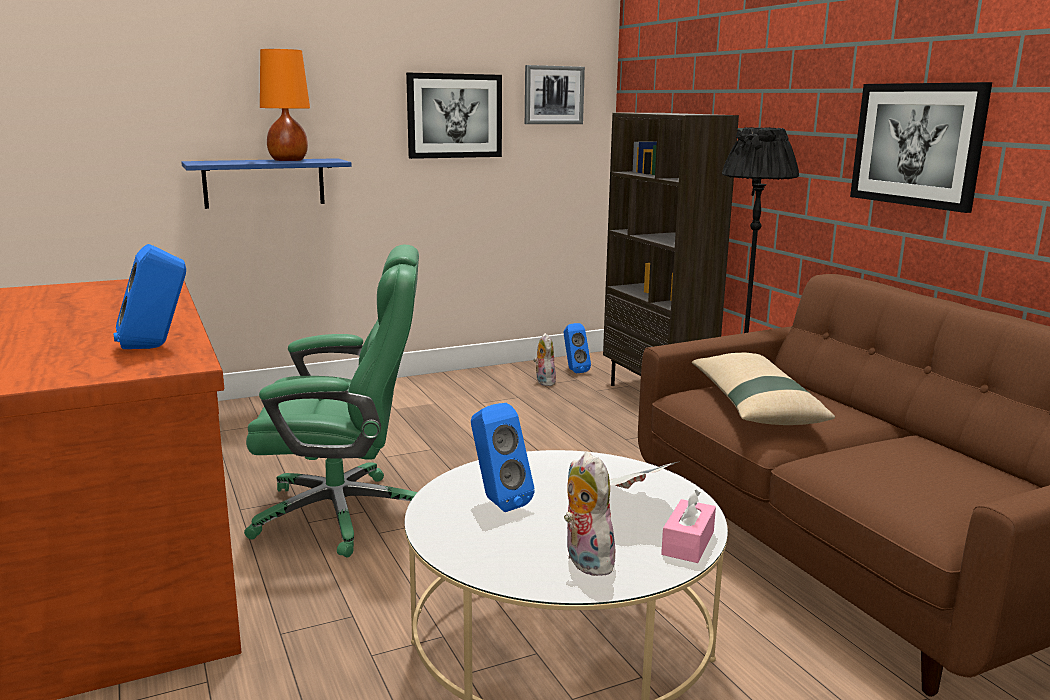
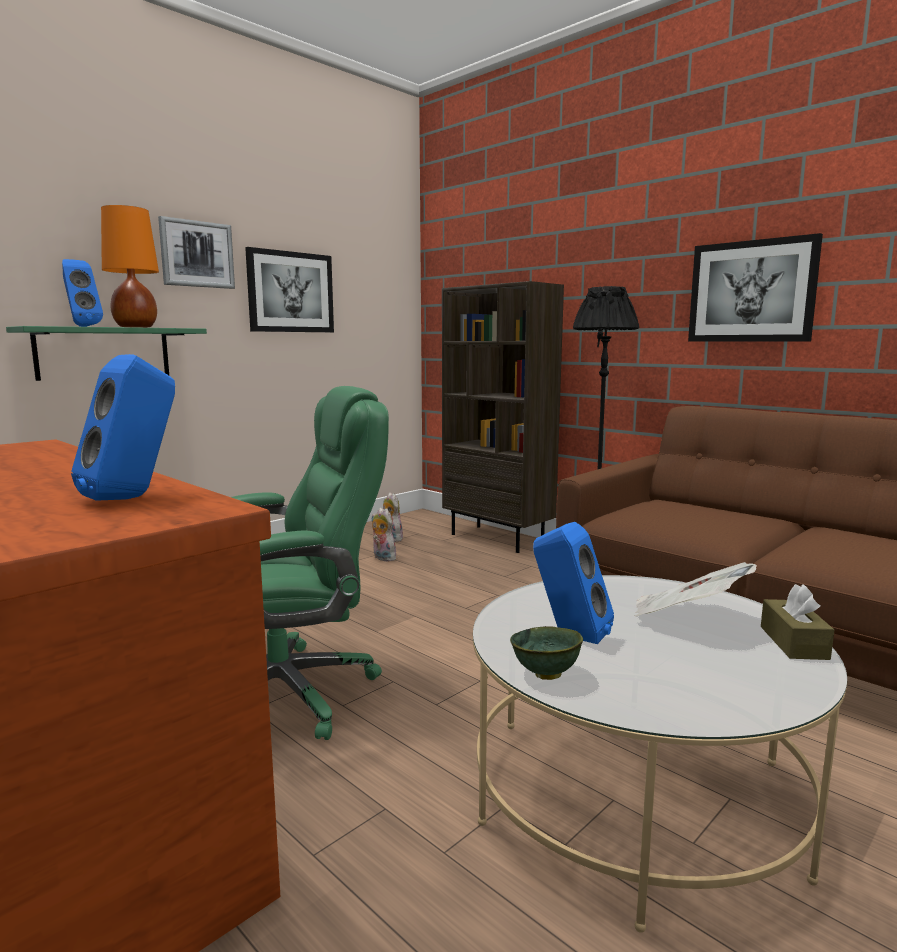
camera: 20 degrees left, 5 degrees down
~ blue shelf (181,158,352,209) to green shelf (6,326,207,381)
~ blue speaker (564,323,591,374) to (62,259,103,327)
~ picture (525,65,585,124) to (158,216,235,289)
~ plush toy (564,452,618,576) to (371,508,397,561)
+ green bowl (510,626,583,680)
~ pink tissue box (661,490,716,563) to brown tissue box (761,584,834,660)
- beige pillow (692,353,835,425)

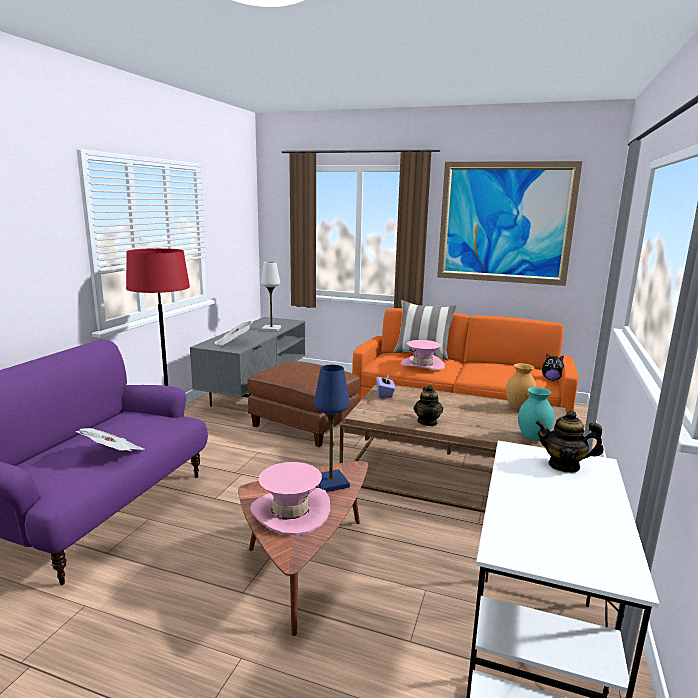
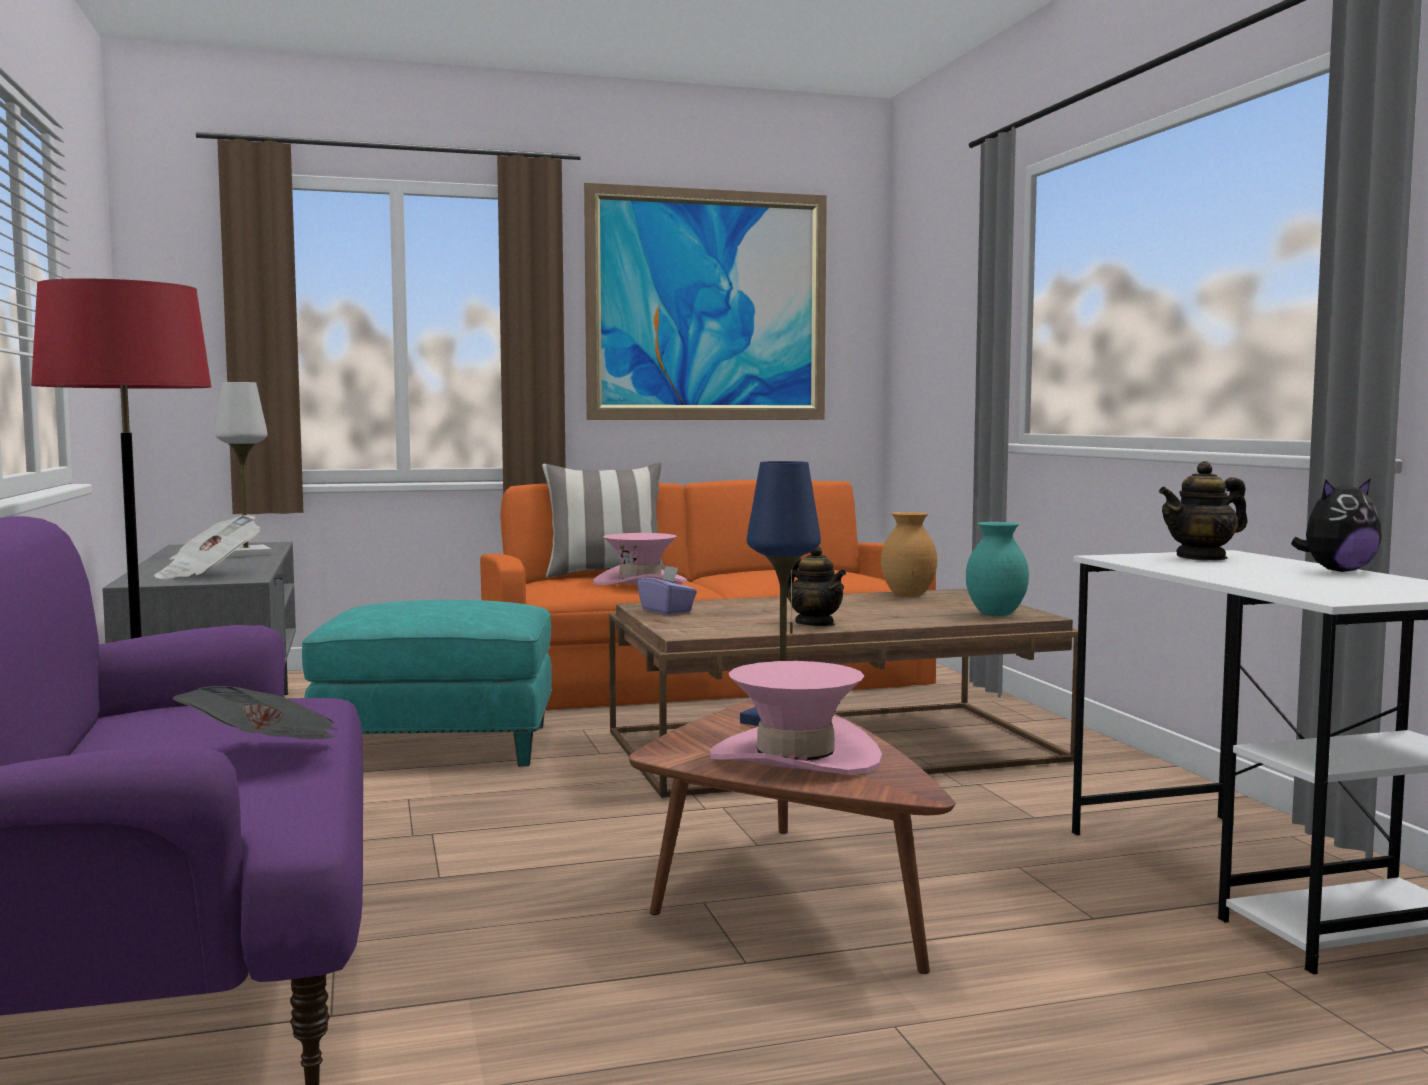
camera: 35 degrees left, 10 degrees down
~ brown ottoman (248,361,360,447) to turquoise ottoman (302,600,553,766)
~ plush toy (542,354,564,380) to (1291,478,1382,572)

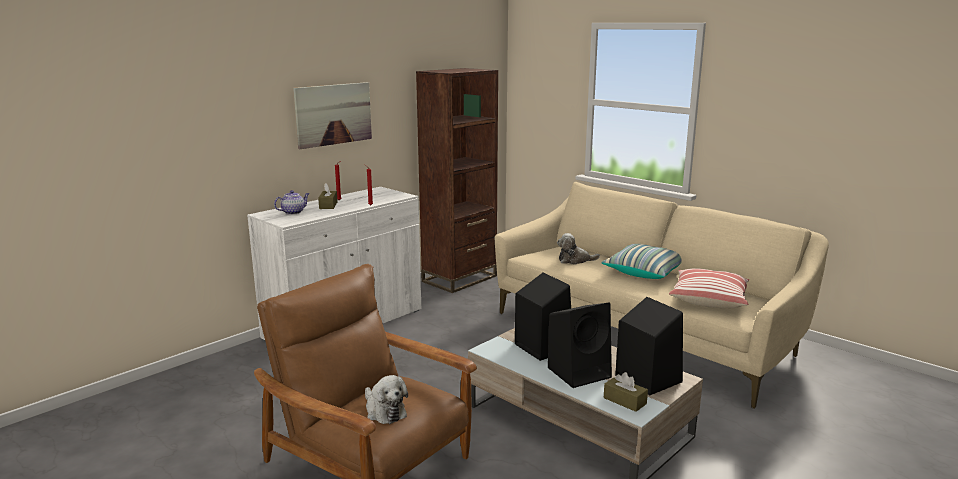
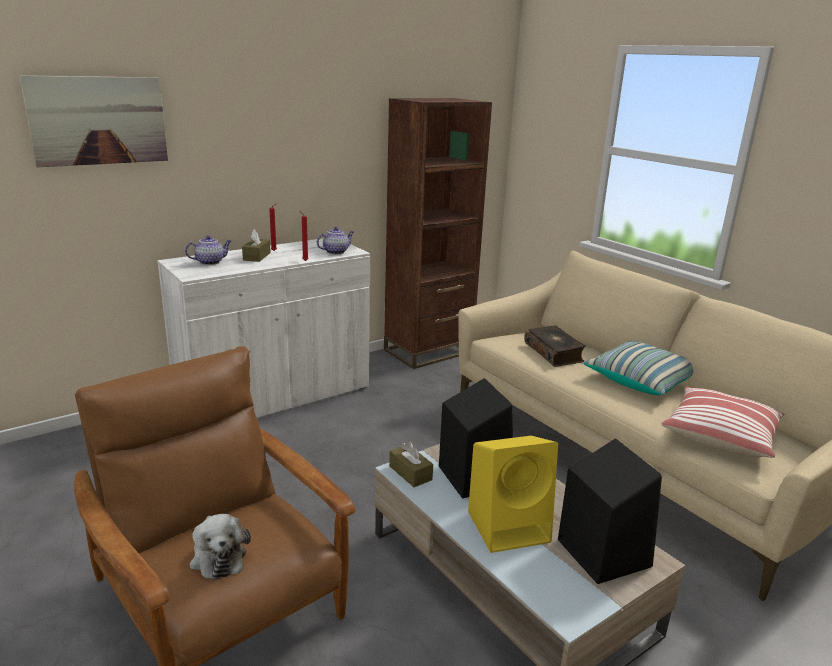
camera: 10 degrees right, 5 degrees up
~ picture (293,82,372,149) to (19,75,168,167)
+ teapot (317,227,354,254)
~ brown tissue box (604,372,648,412) to (389,441,433,487)
~ black speaker (548,303,612,388) to yellow speaker (468,436,558,553)
~ plush toy (557,233,600,265) to book (524,325,585,367)

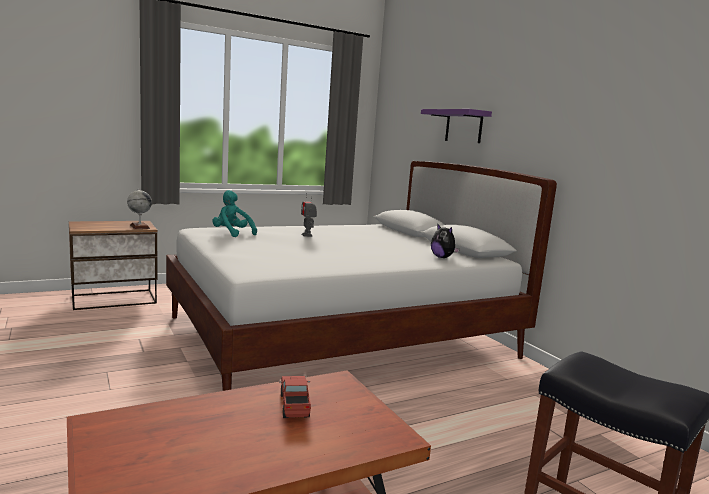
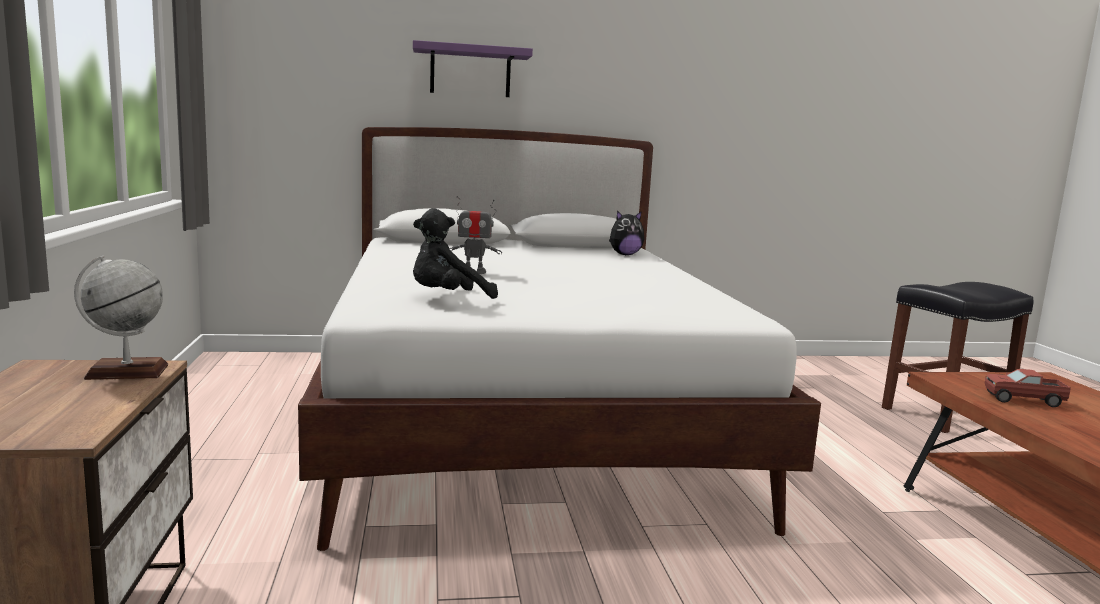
camera: 70 degrees left, 0 degrees up
~ turquoise plush toy (212,190,257,237) to black plush toy (413,208,498,299)

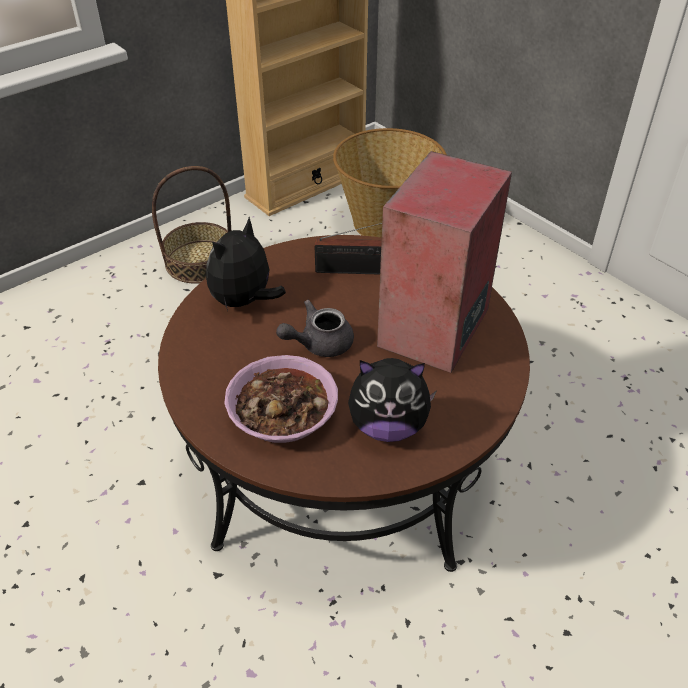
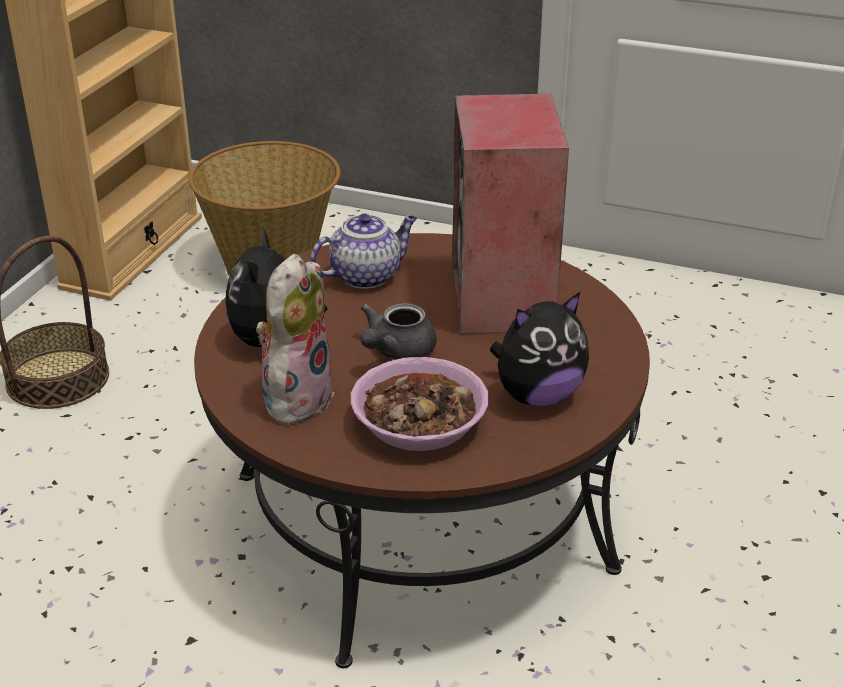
camera: 30 degrees left, 10 degrees down
+ plush toy (250,254,335,428)
~ radio (315,223,382,275) to teapot (310,214,417,289)

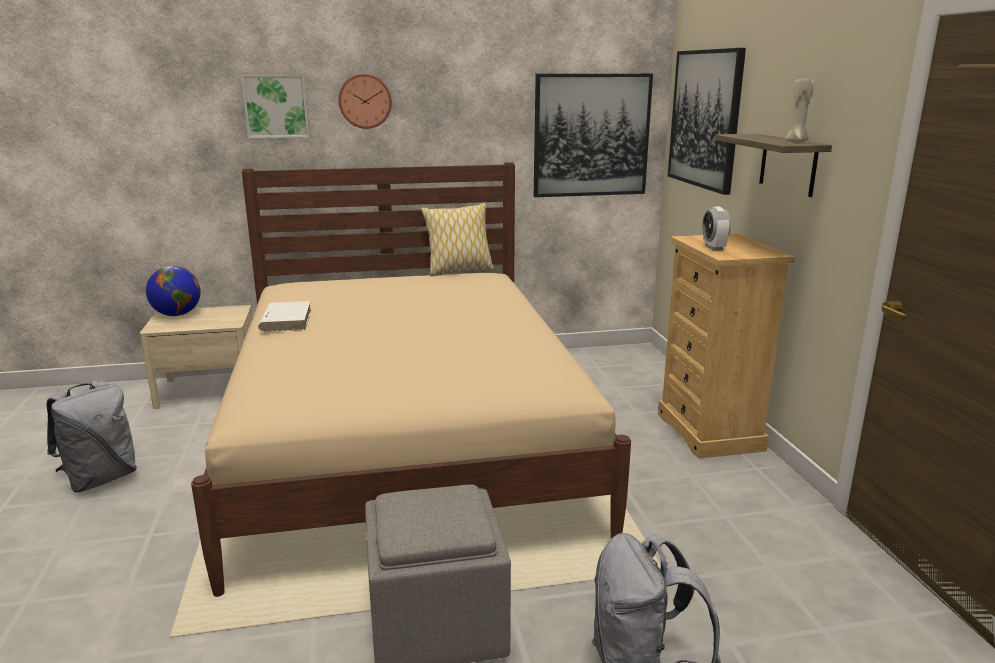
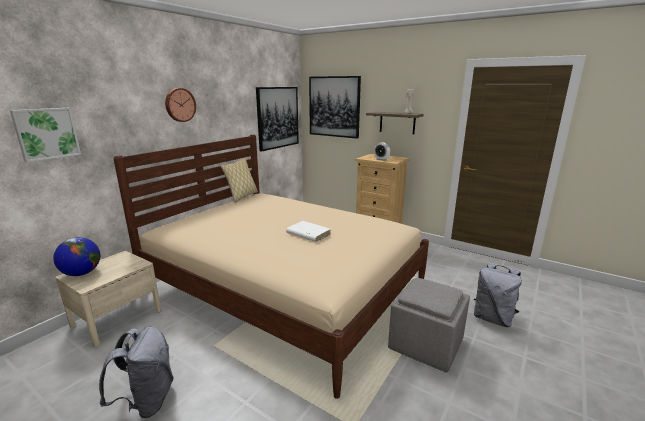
camera: 45 degrees left, 0 degrees up
~ picture (241,75,309,138) to (10,108,81,162)
~ white book (258,301,311,332) to (286,221,331,242)

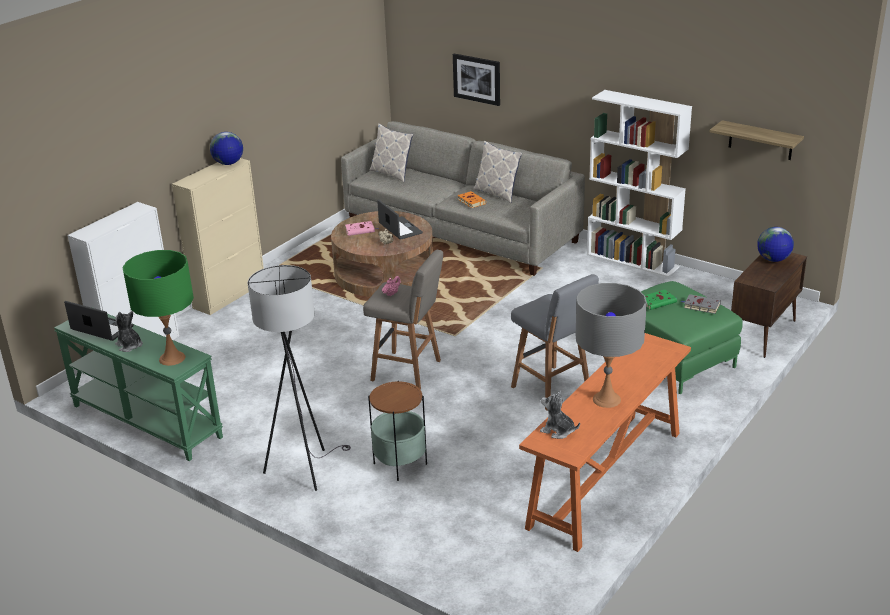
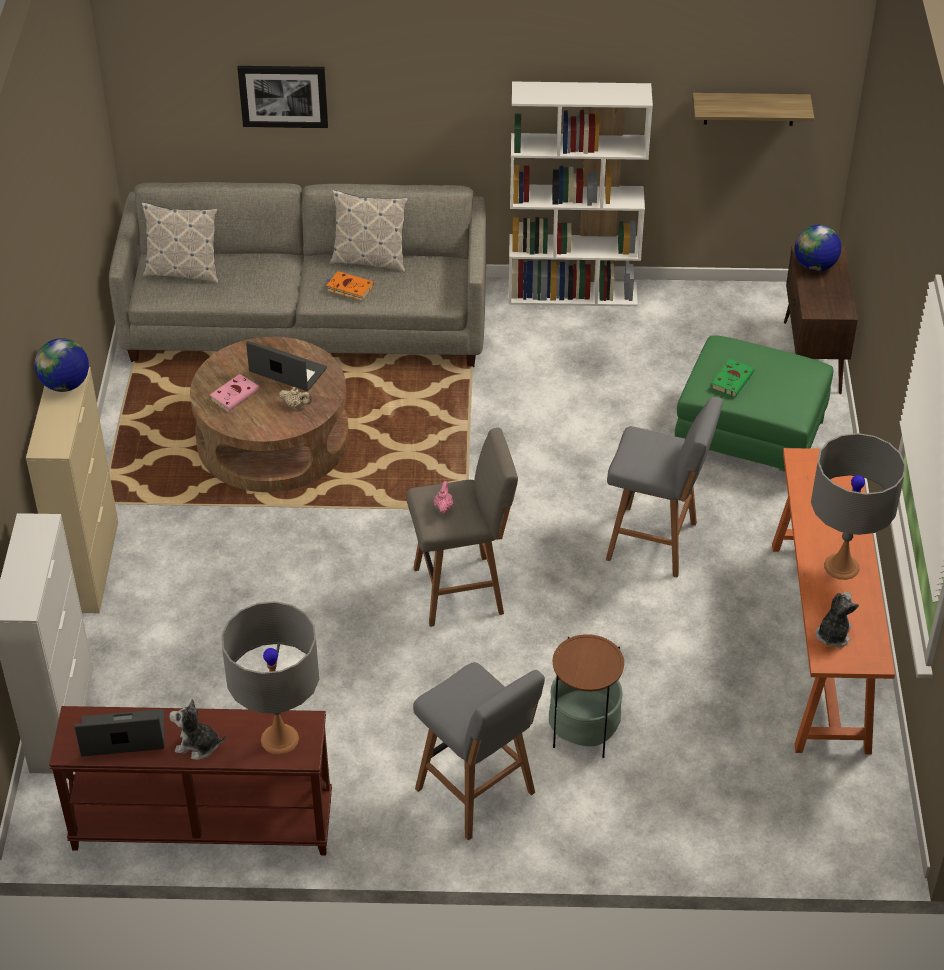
camera: 35 degrees left, 15 degrees up
~ green console table (54,307,223,461) to brown console table (49,706,332,855)
~ green table lamp (122,250,194,366) to grey table lamp (221,601,319,755)
~ grey floor lamp (248,265,351,491) to grey stool (413,662,545,840)
~ plush toy (540,391,580,439) = (816,592,859,647) 120 degrees clockwise
- grey book (681,294,721,314)

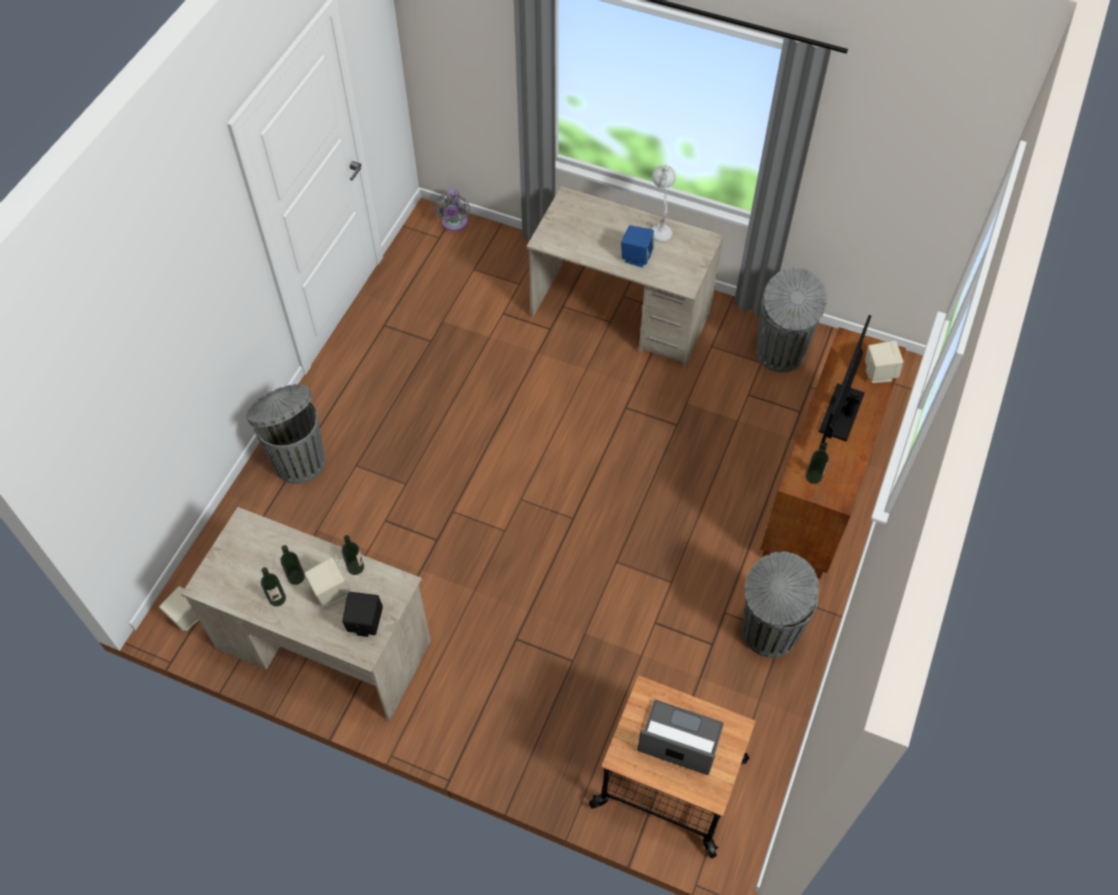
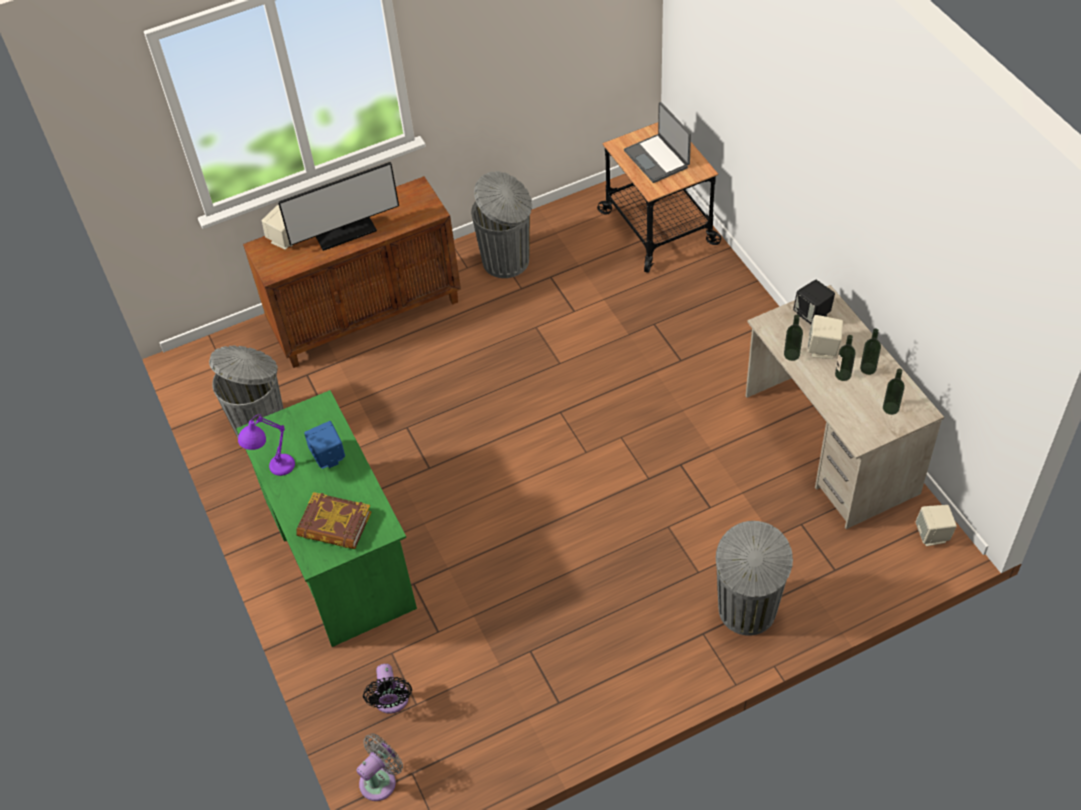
camera: 135 degrees left, 5 degrees down
~ beige desk (527,186,724,367) to green desk (236,390,417,647)
~ white table lamp (652,165,676,242) to purple table lamp (238,414,295,476)
+ book (296,492,372,549)
+ black fan (363,664,412,714)
~ bottle (806,442,829,484) to (883,368,905,415)

